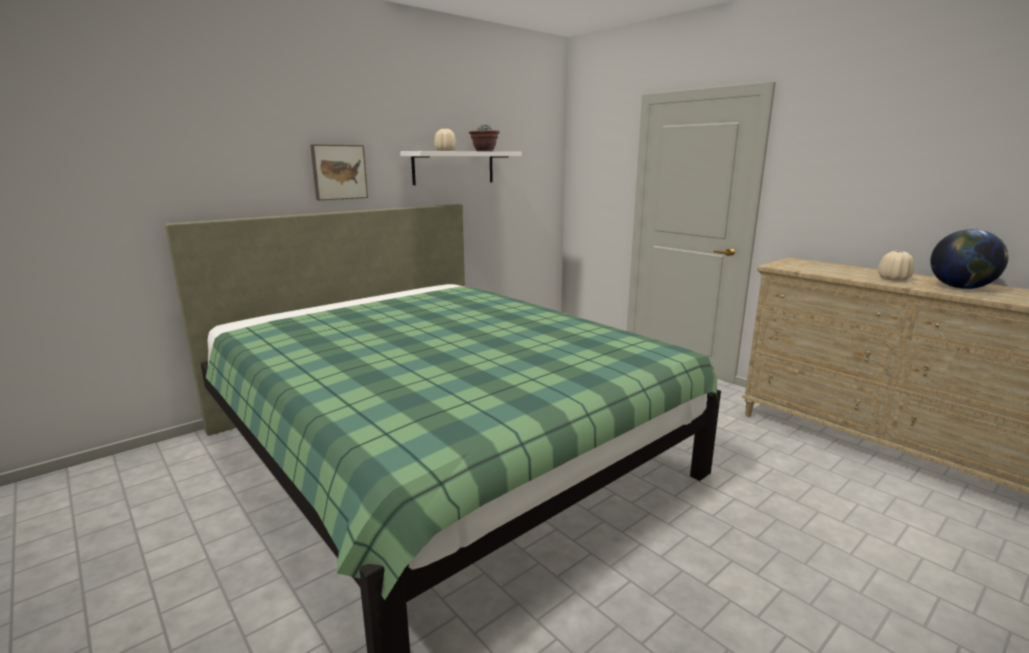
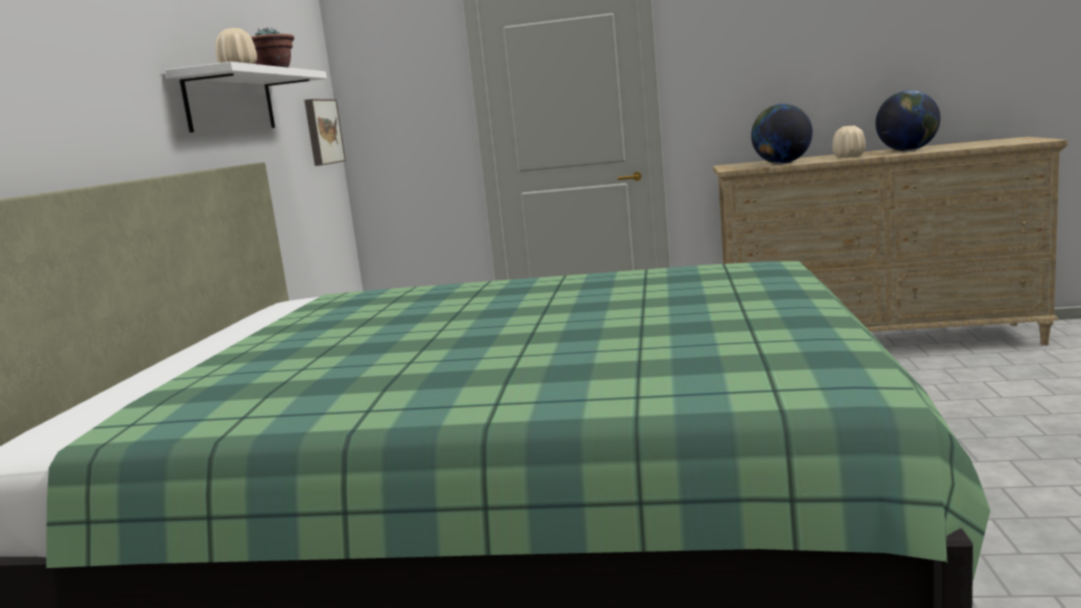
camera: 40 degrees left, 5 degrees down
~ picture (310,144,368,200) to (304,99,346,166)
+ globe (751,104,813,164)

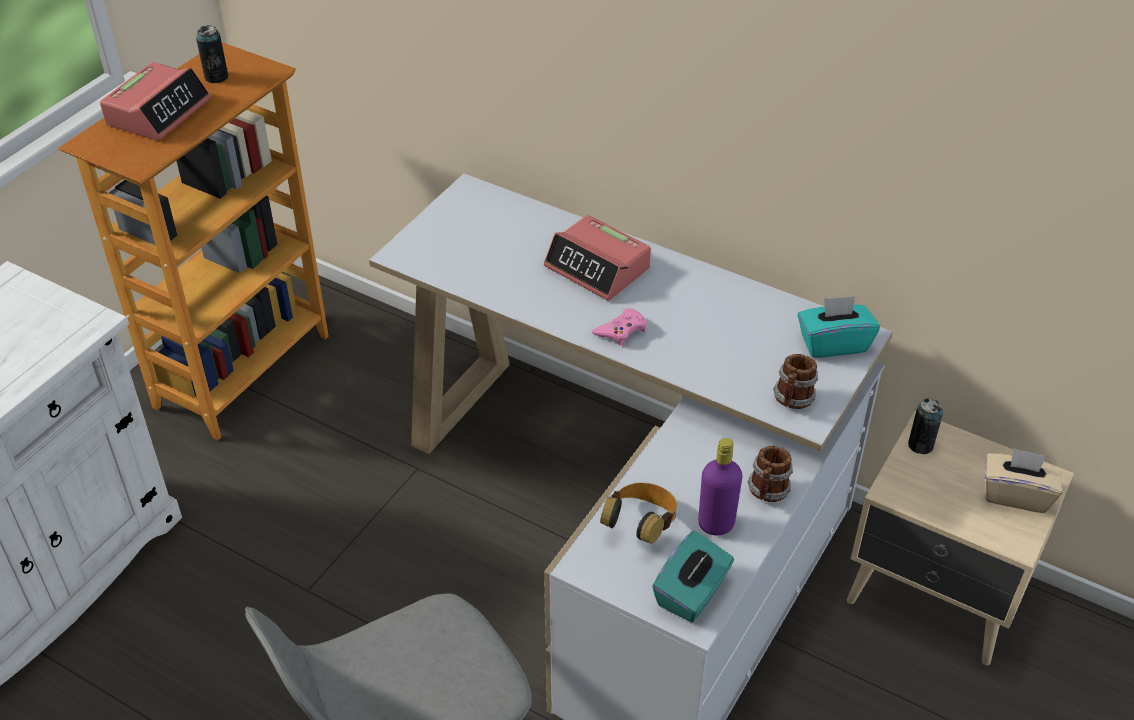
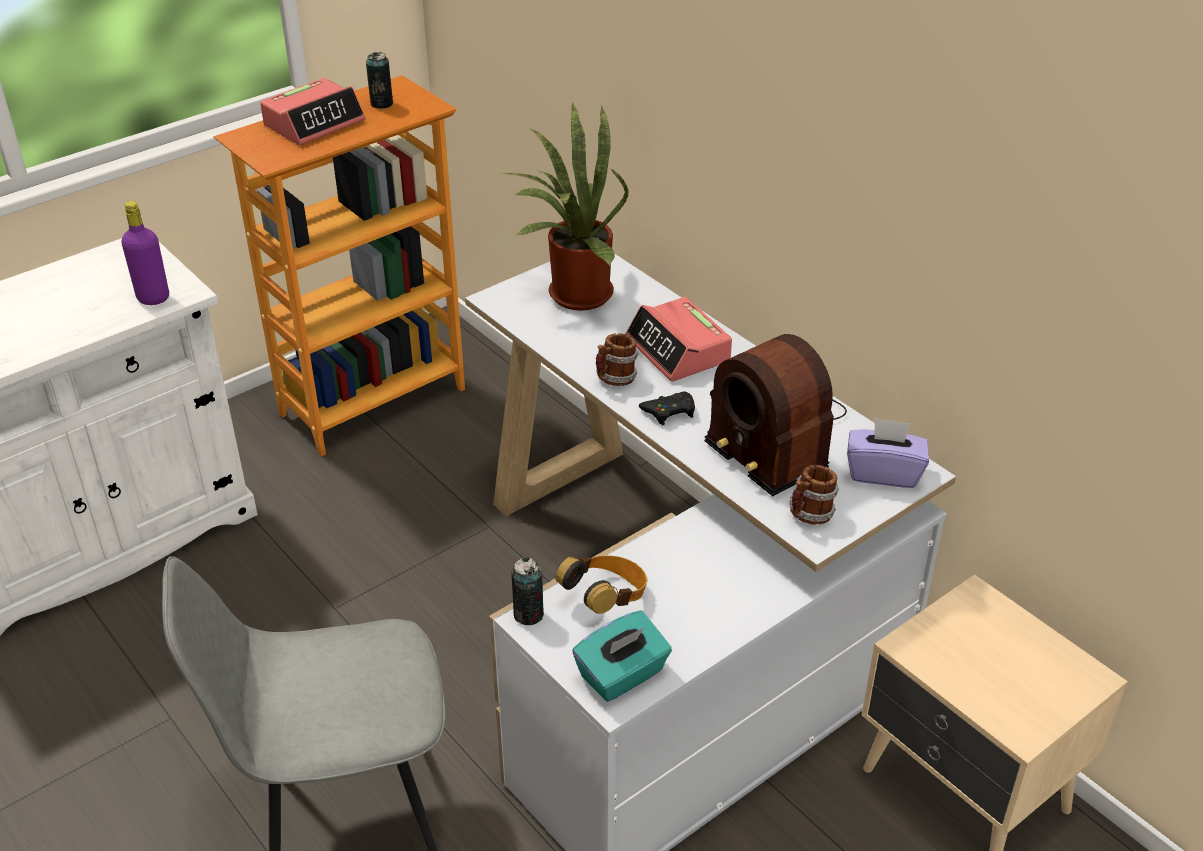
camera: 20 degrees right, 5 degrees down
~ purple bottle (698,438,743,536) to (121,201,169,305)
+ potted plant (503,103,628,311)
~ can (908,398,943,454) to (511,557,544,625)
~ mug (747,446,793,502) to (596,333,639,386)
~ pink game controller (592,308,647,346) to black game controller (639,392,695,426)
+ radio (704,334,847,496)
~ turquoise tissue box (798,296,880,358) to purple tissue box (847,418,929,488)
- beige tissue box (985,448,1062,513)

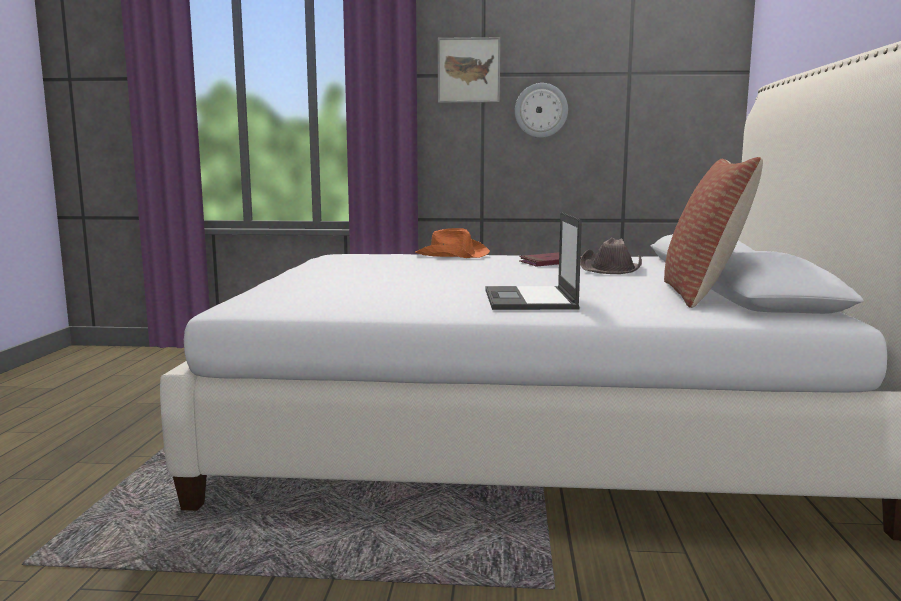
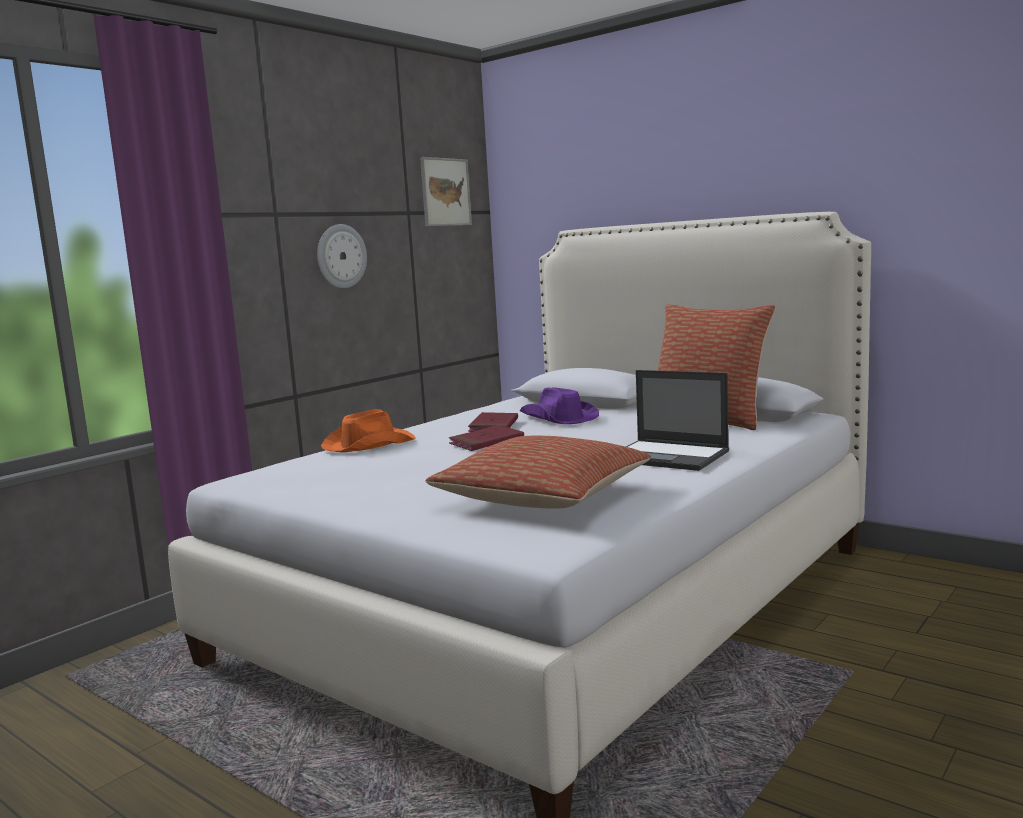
camera: 55 degrees left, 0 degrees up
~ picture (438,37,500,103) to (420,157,472,226)
+ pillow (426,436,651,509)
+ red book (449,425,524,451)
~ brown hat (580,237,642,274) to purple hat (520,387,599,424)

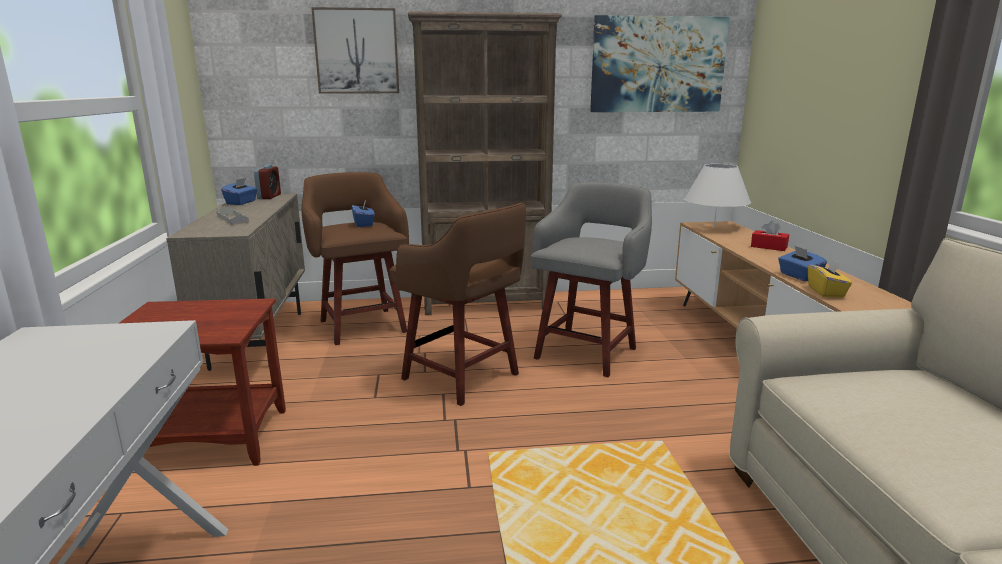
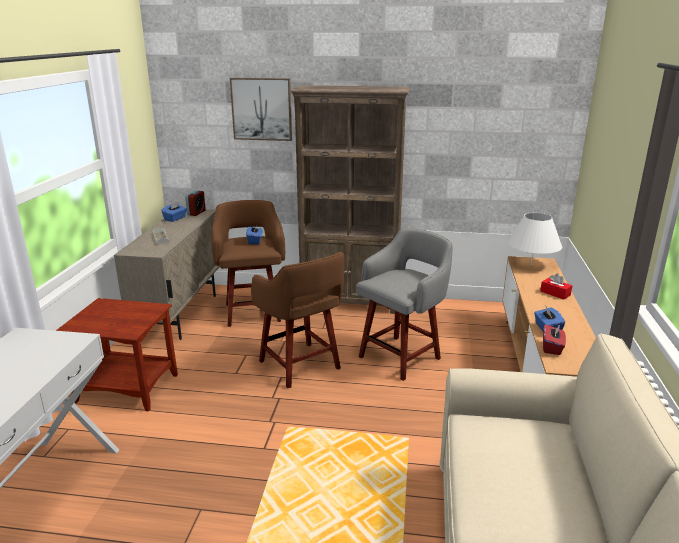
camera: 15 degrees right, 5 degrees up
~ yellow tissue box (808,259,852,297) to red tissue box (543,324,566,355)
- picture (590,15,730,112)

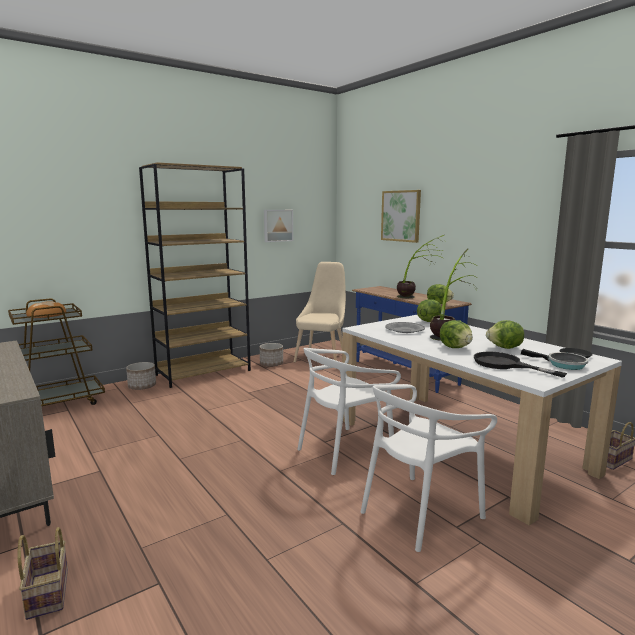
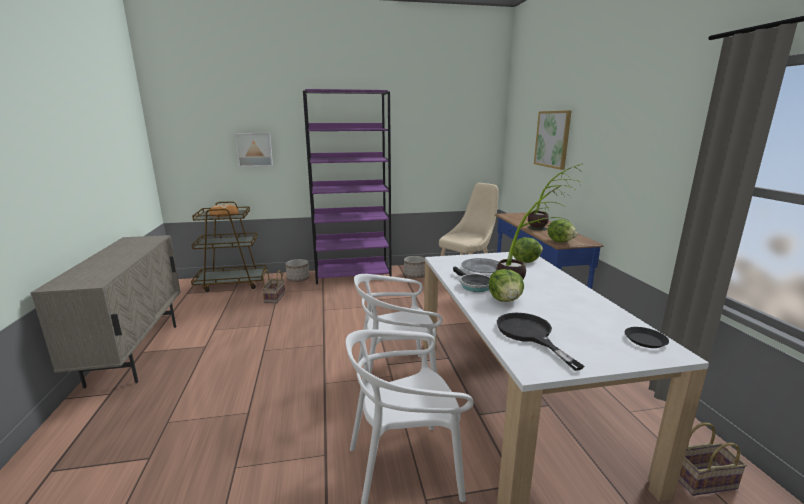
camera: 25 degrees right, 5 degrees up
~ picture (264,210,293,242) to (235,133,273,167)
~ basket (18,527,68,620) to (262,270,285,303)
~ brown bookcase (139,162,251,388) to purple bookcase (303,89,392,284)
~ frying pan (521,349,588,370) to (453,266,490,292)
- lettuce (486,320,524,349)

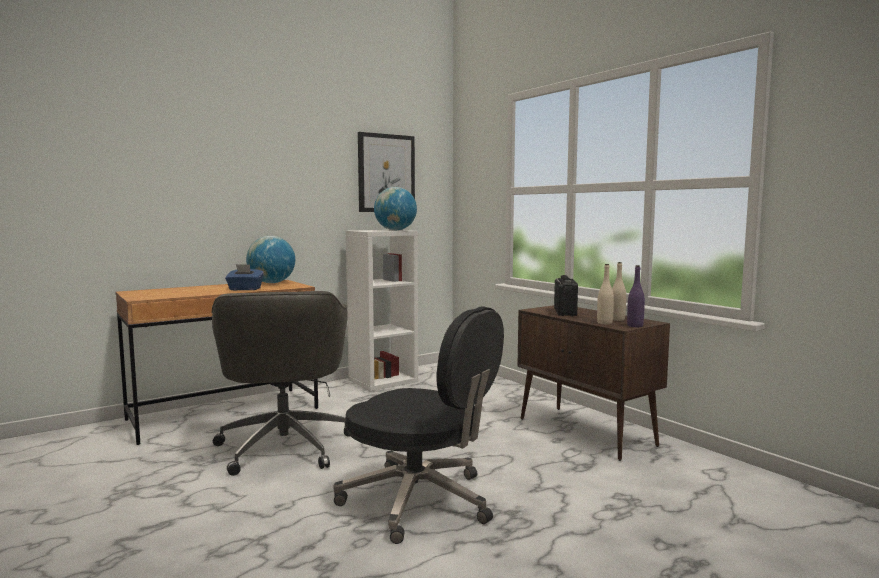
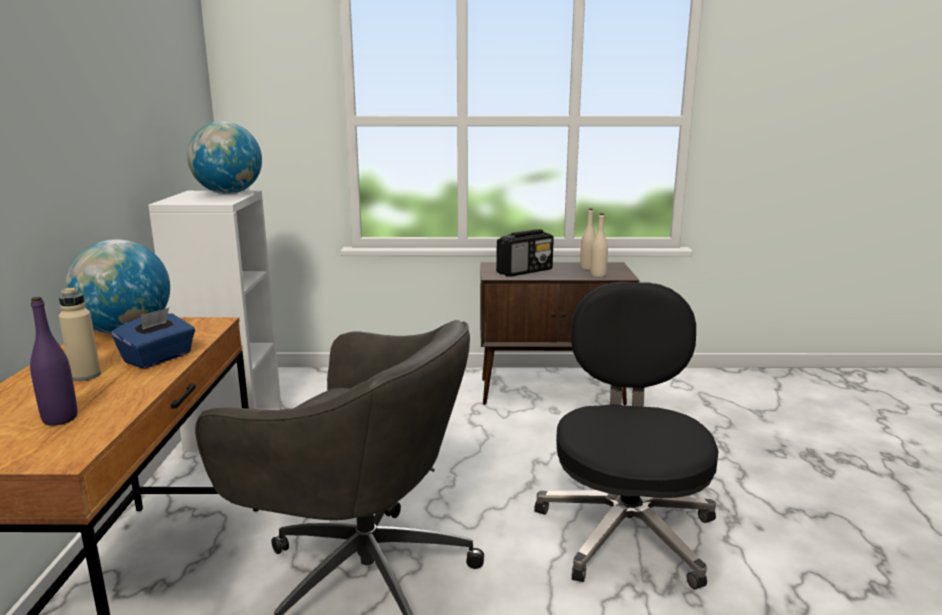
camera: 55 degrees left, 10 degrees up
~ purple bottle (627,265,645,327) to (30,297,77,426)
+ beige bottle (59,286,101,381)
~ radio (554,275,578,316) = (496,229,554,277) 105 degrees clockwise
~ black office chair (333,307,504,544) = (534,282,718,590) 60 degrees counterclockwise
- picture (358,132,415,212)

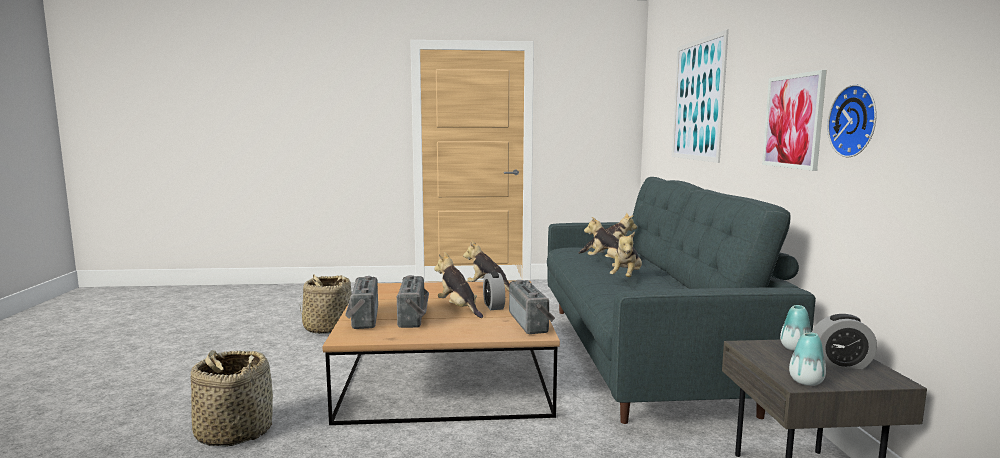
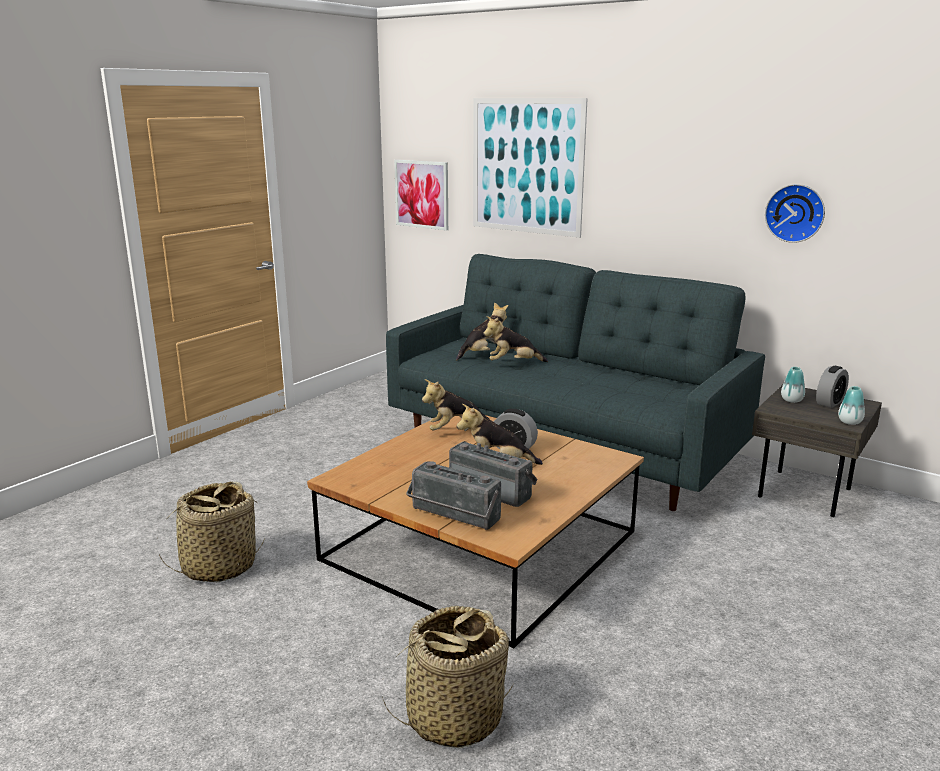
camera: 50 degrees left, 10 degrees up
~ picture (762,70,827,171) to (394,160,448,231)
- radio (509,280,555,334)
- plush toy (610,232,642,277)

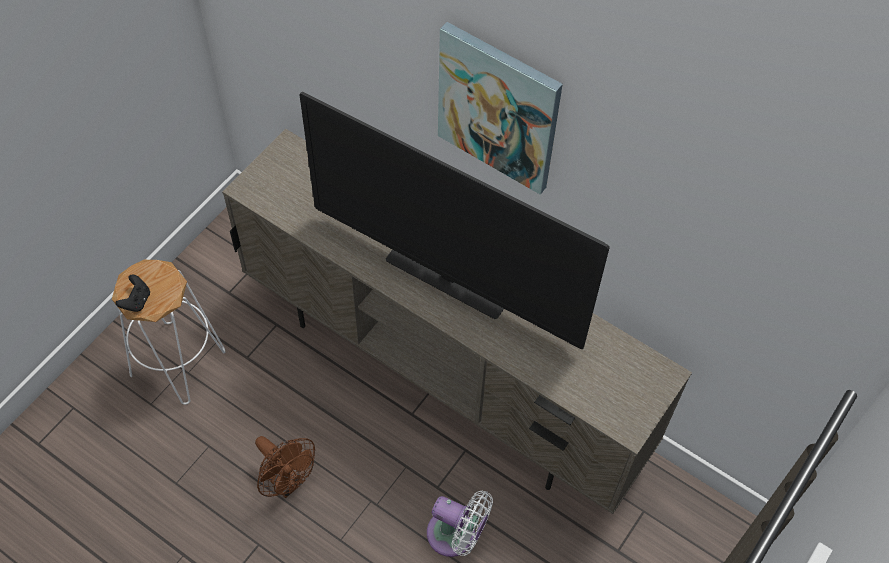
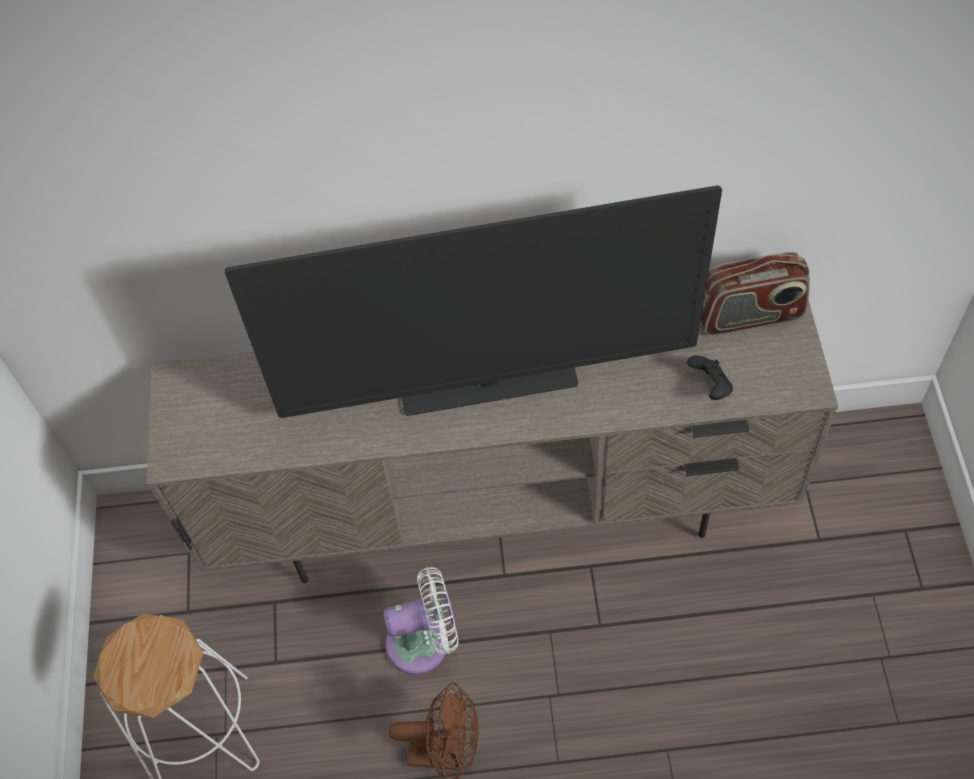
camera: 35 degrees left, 0 degrees up
~ white fan (427,491,493,557) to (383,567,459,675)
~ black game controller (116,274,150,312) to (687,355,733,400)
+ radio (701,252,810,335)
- picture (438,22,563,195)

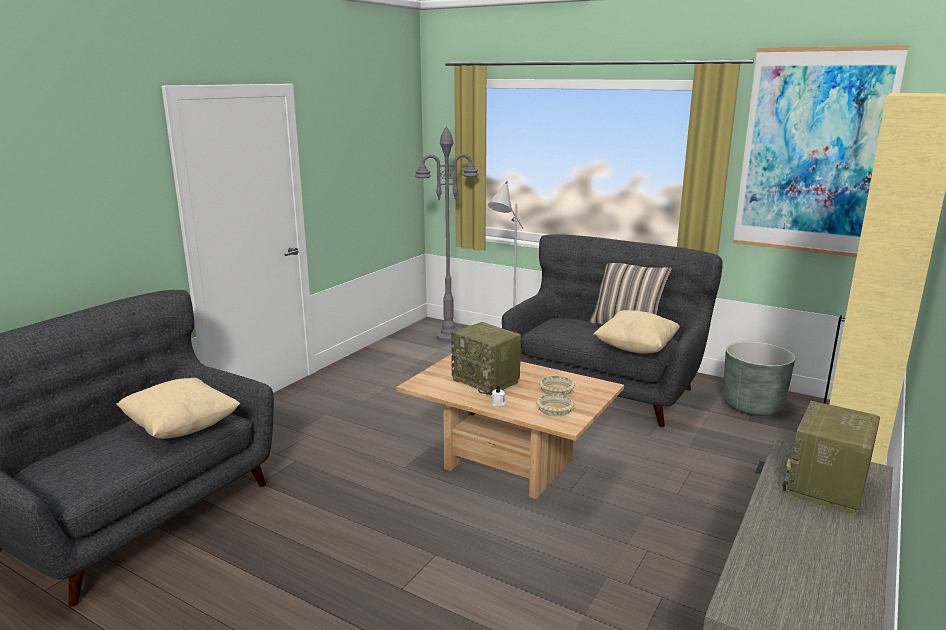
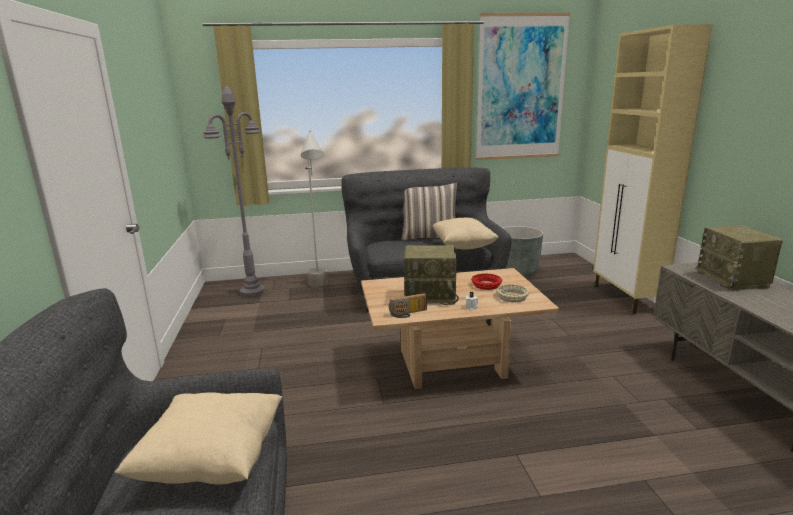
camera: 40 degrees left, 0 degrees up
+ radio (388,293,427,318)
~ beige bowl (539,376,575,396) to red bowl (471,273,503,290)

